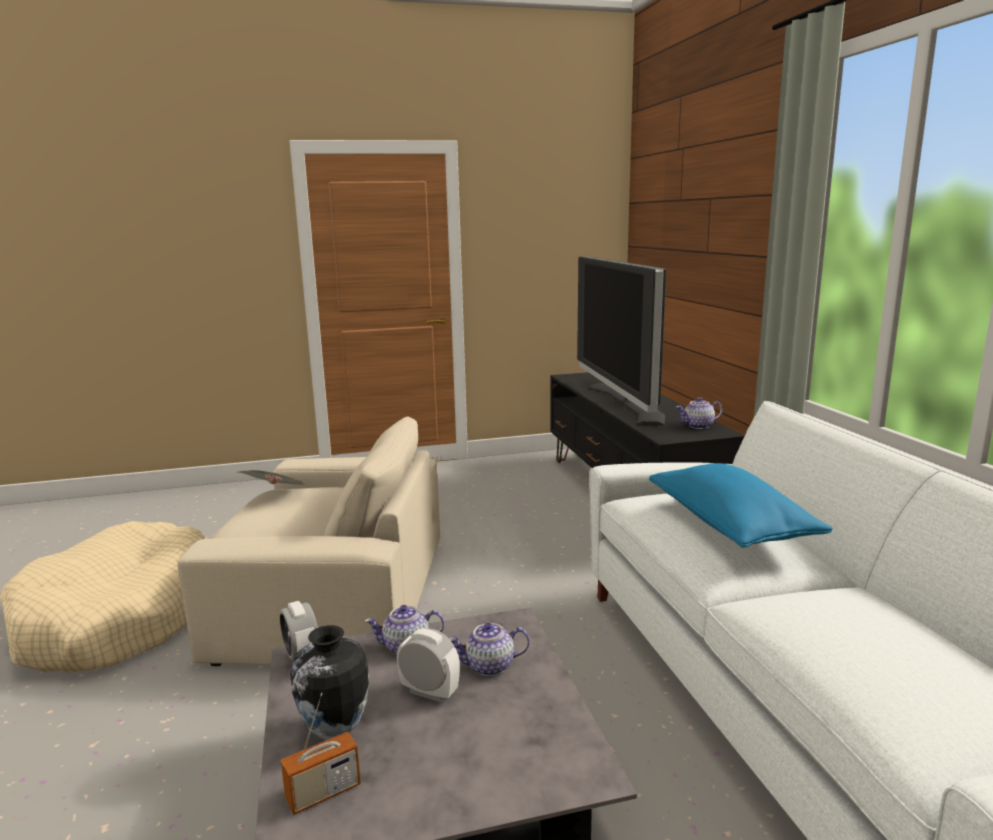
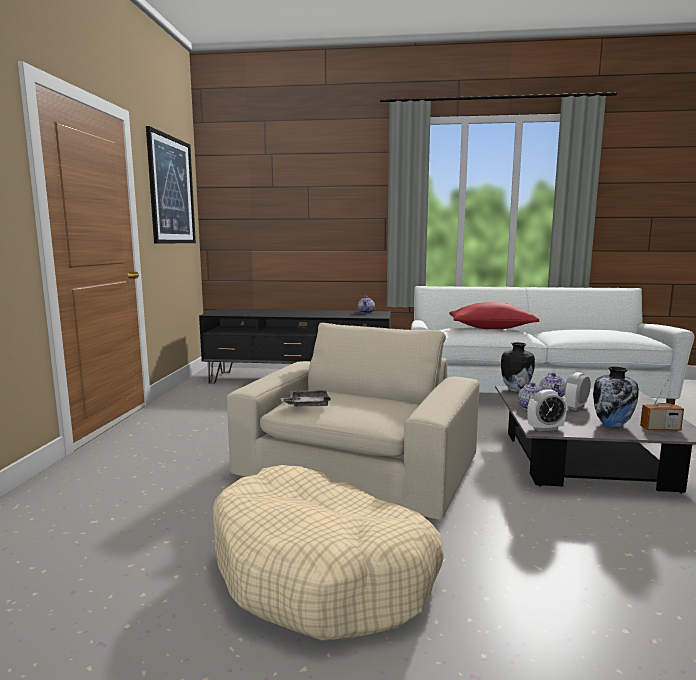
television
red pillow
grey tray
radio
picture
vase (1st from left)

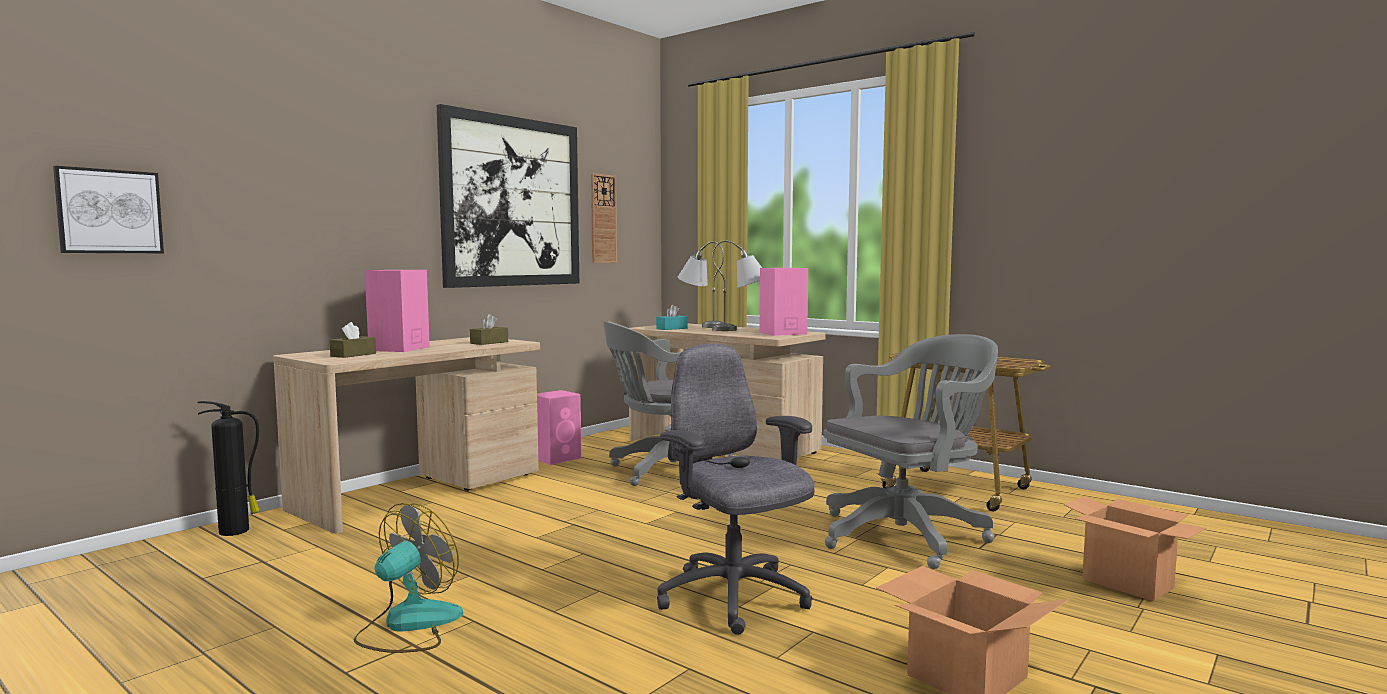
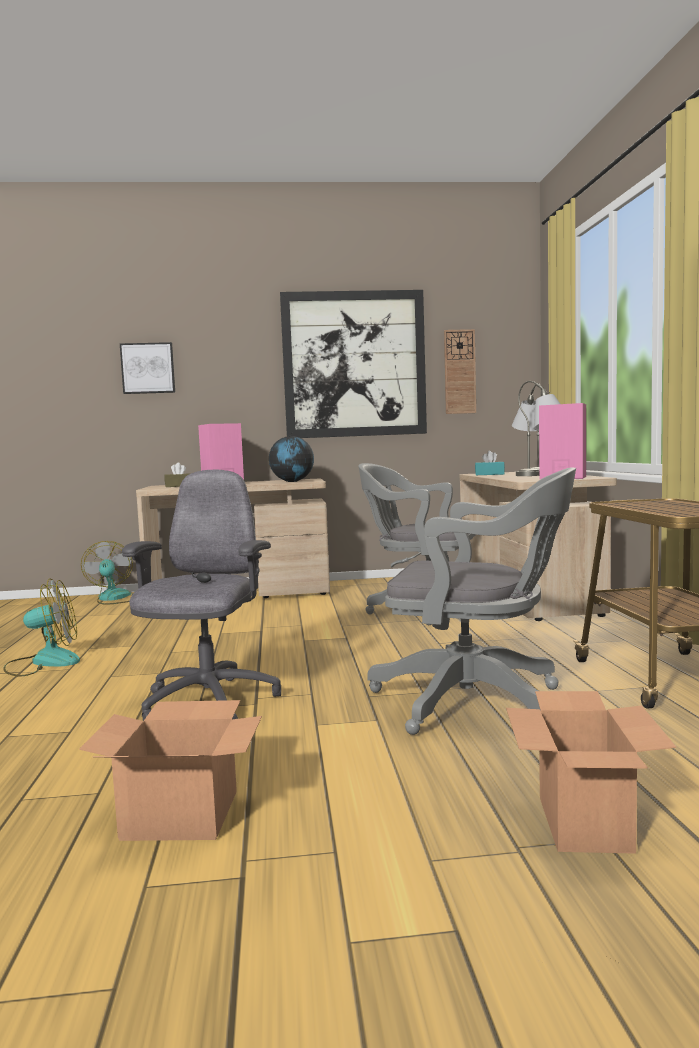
picture (1st from left)
globe
pink speaker (2nd from left in the first image)
fan (2nd from left)

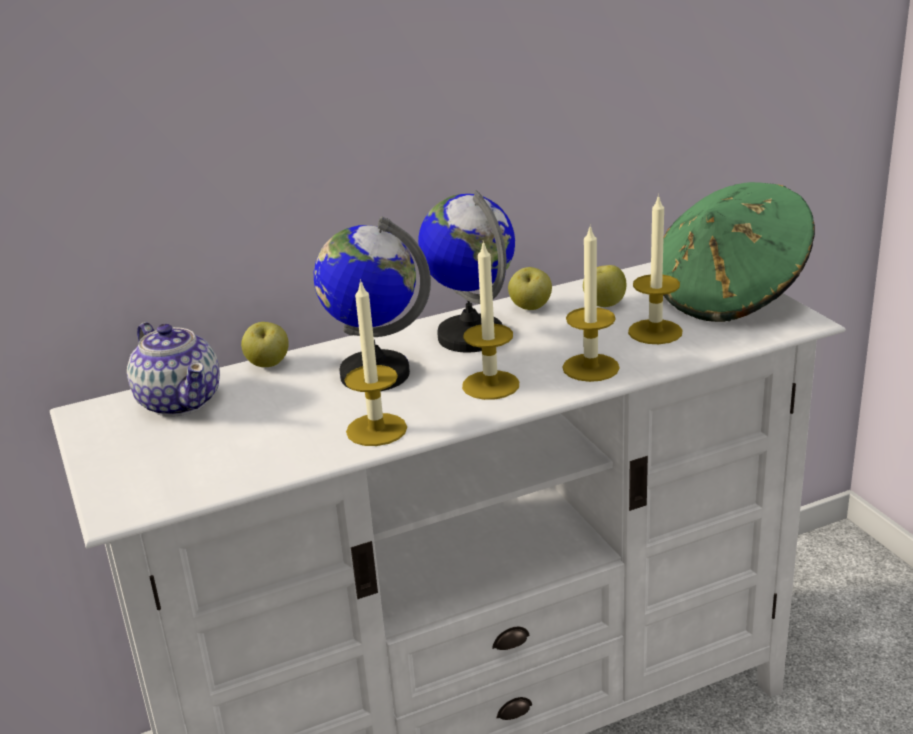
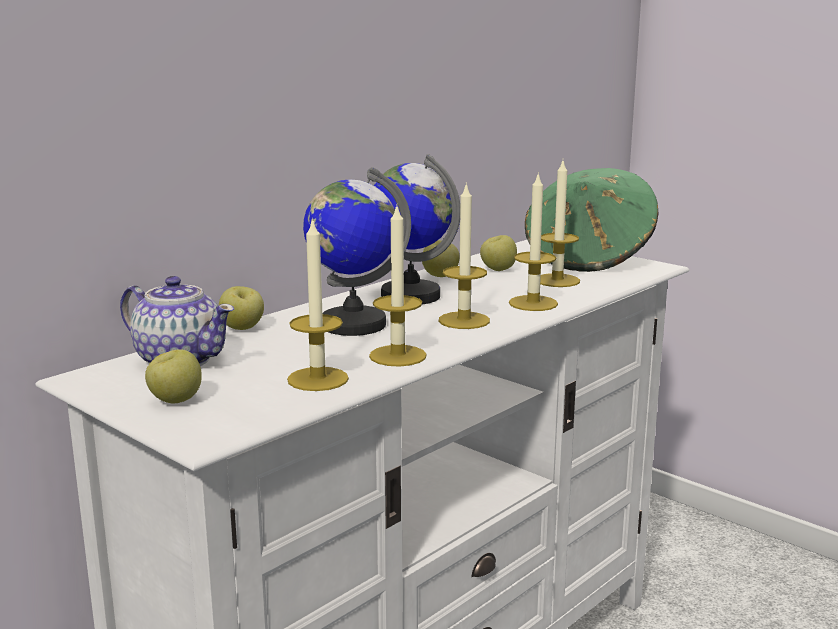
candle (1st from left)
apple (1st from left)

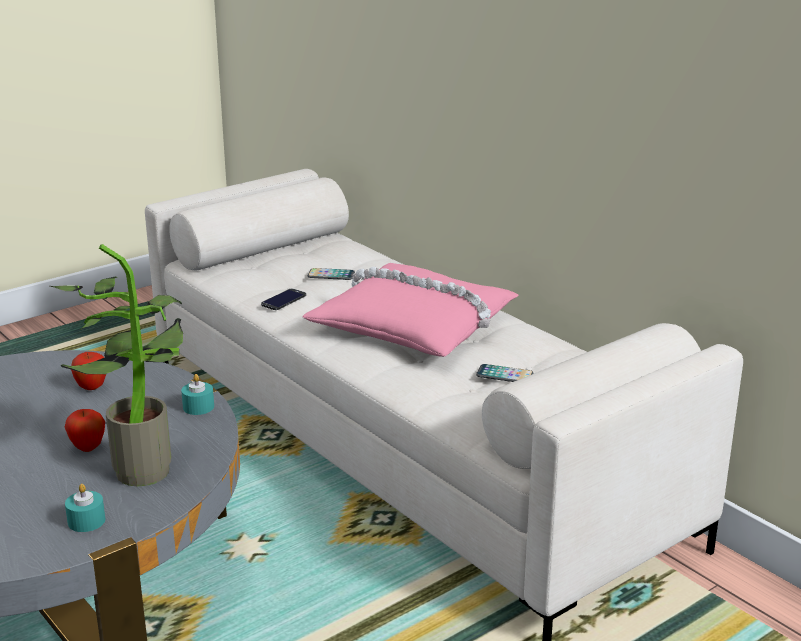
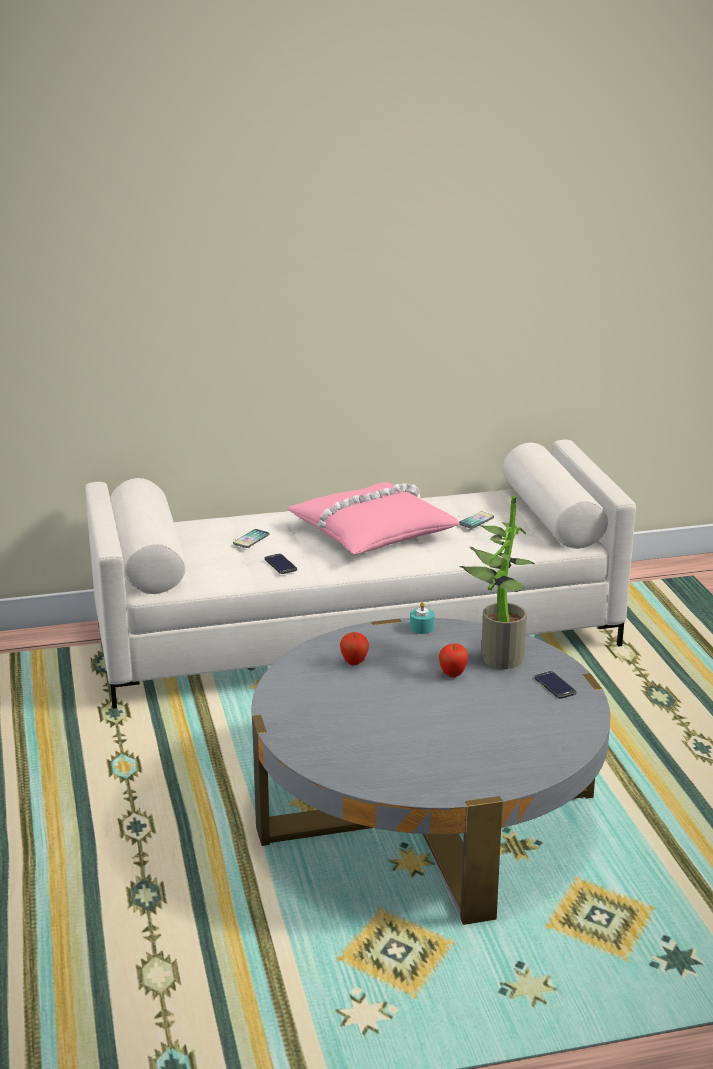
phone (4th from left)

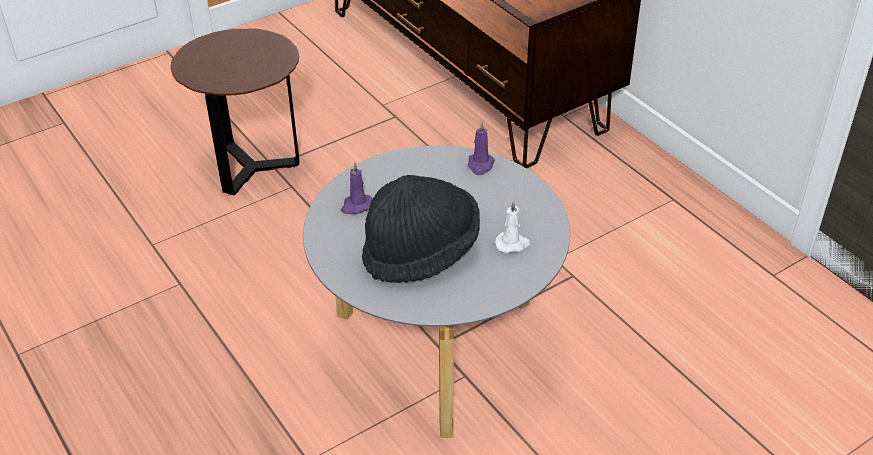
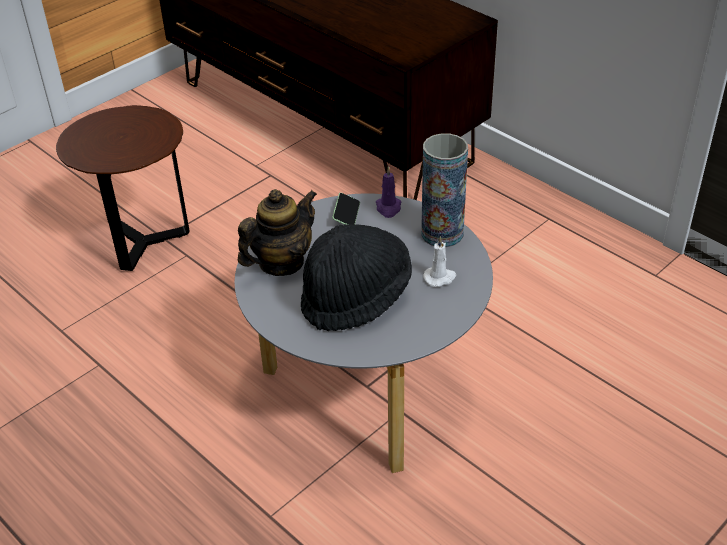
teapot
vase
phone

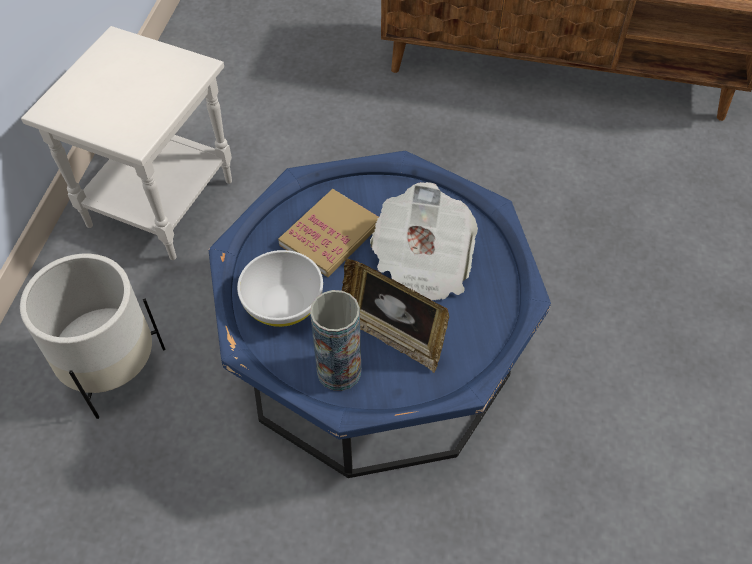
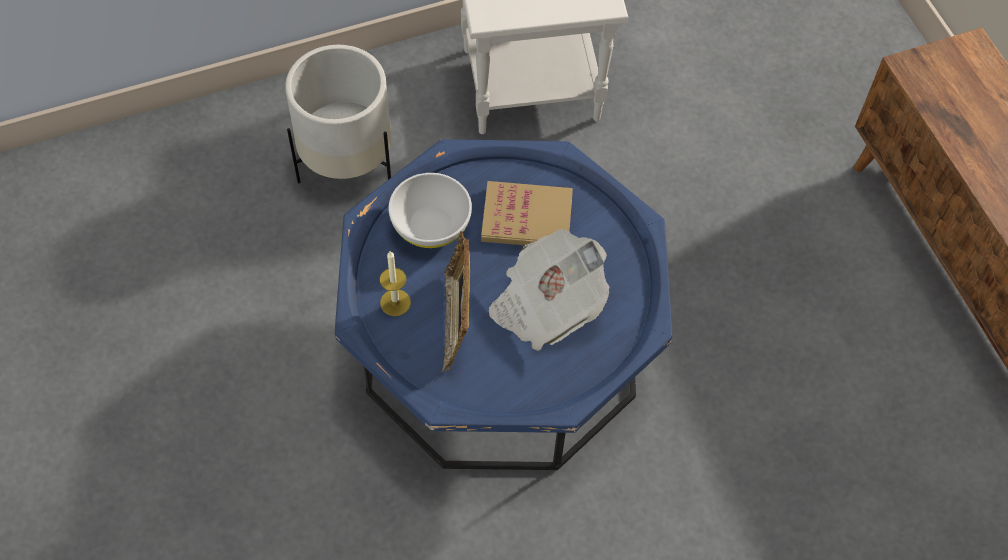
candle

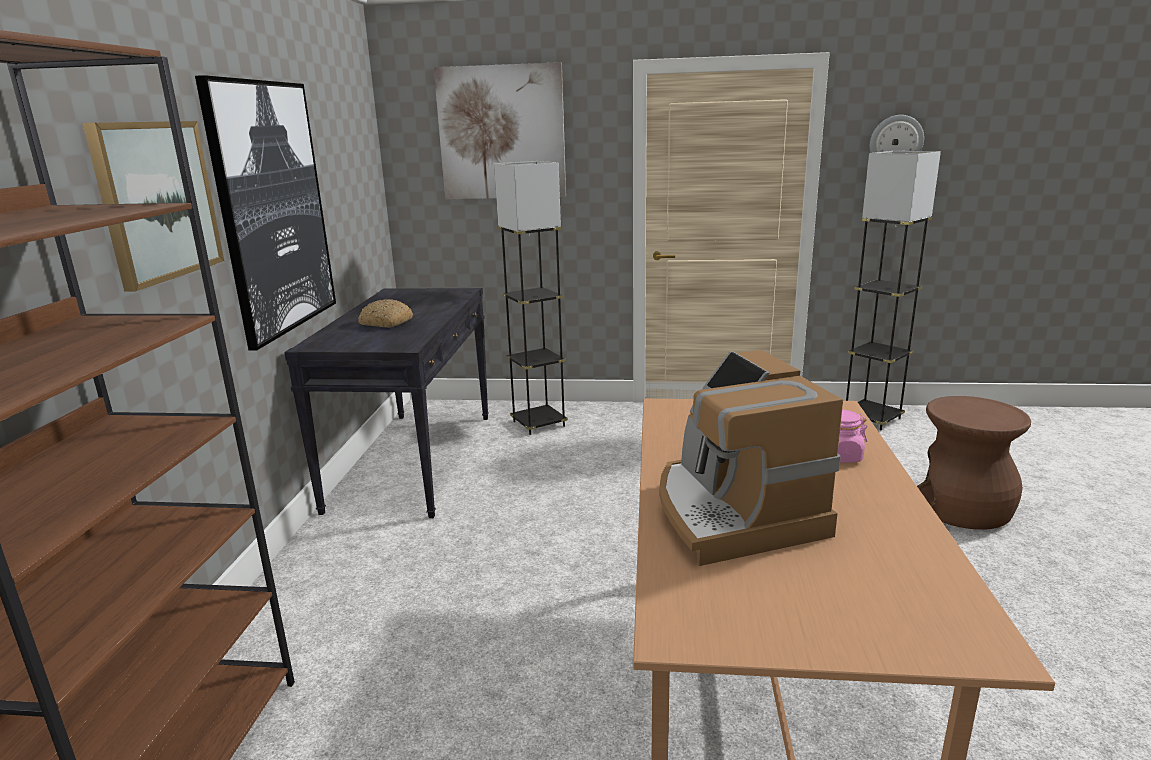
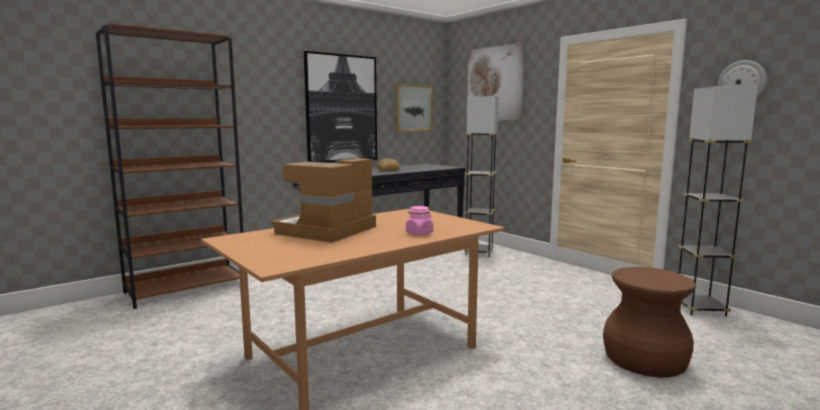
picture (2nd from left)

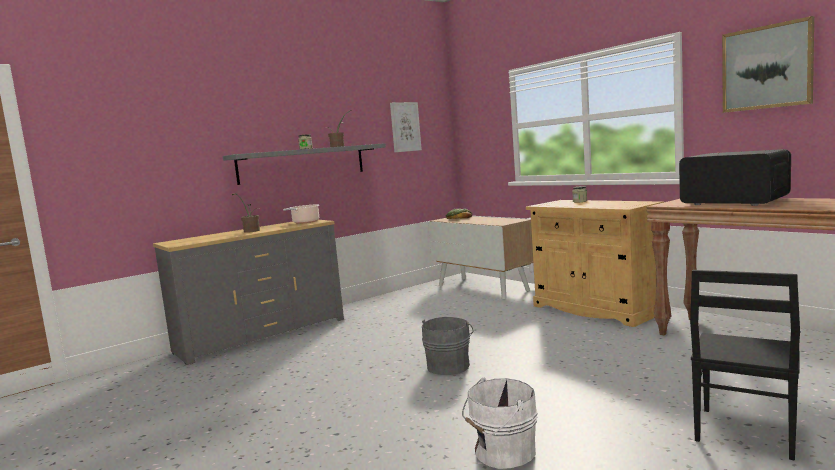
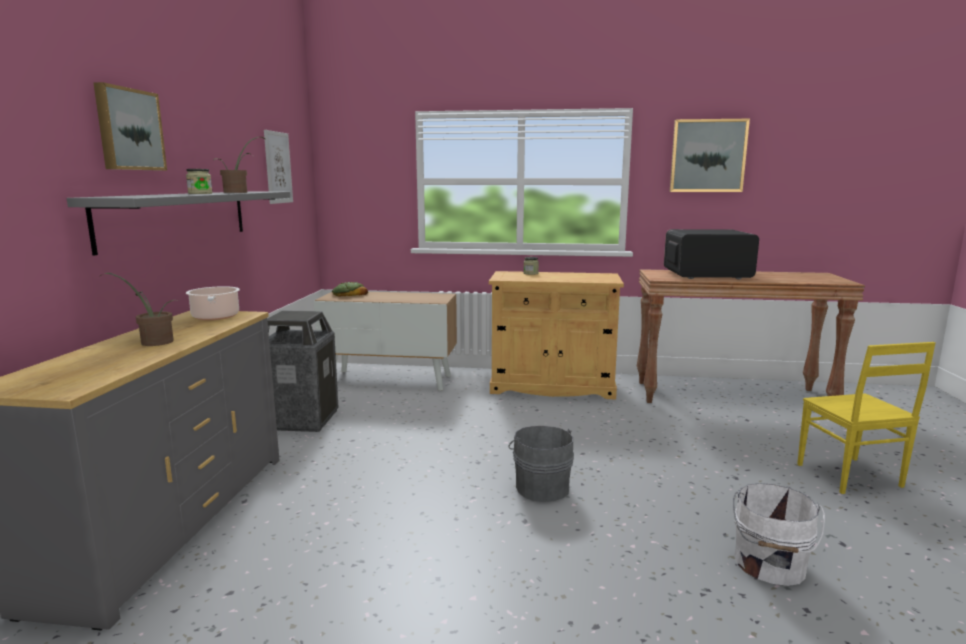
yellow chair
picture (1st from left)
trash can

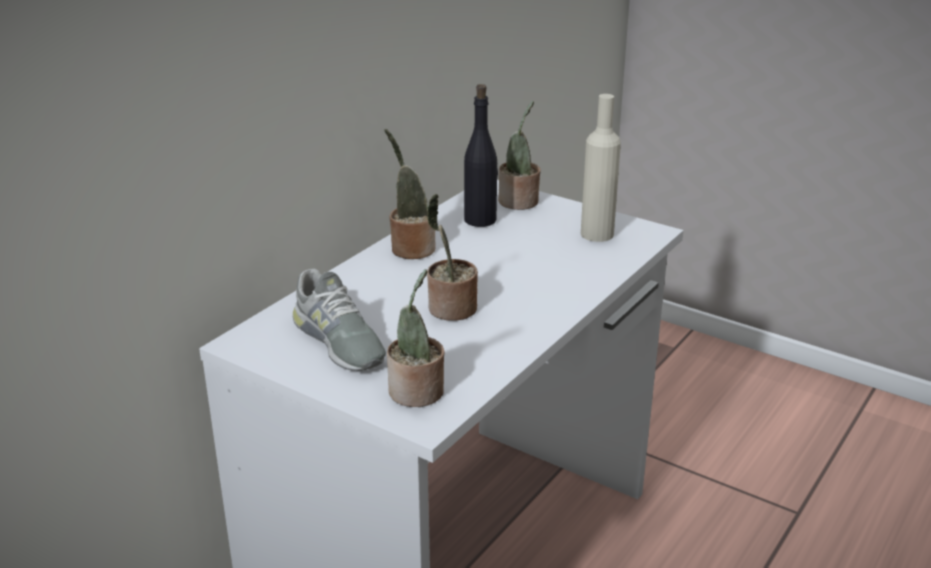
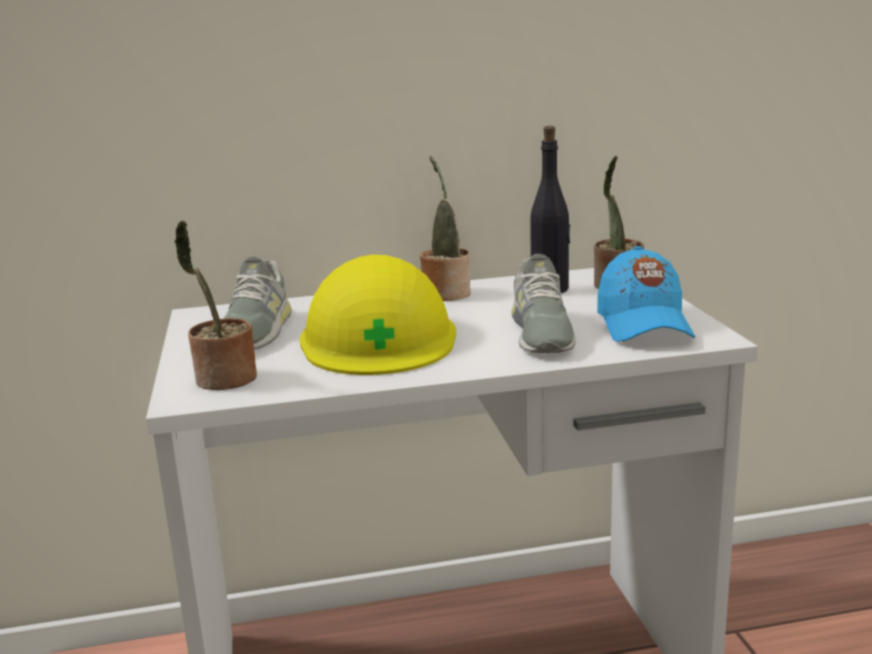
blue cap
yellow hard hat
grey shoe (2nd from left)

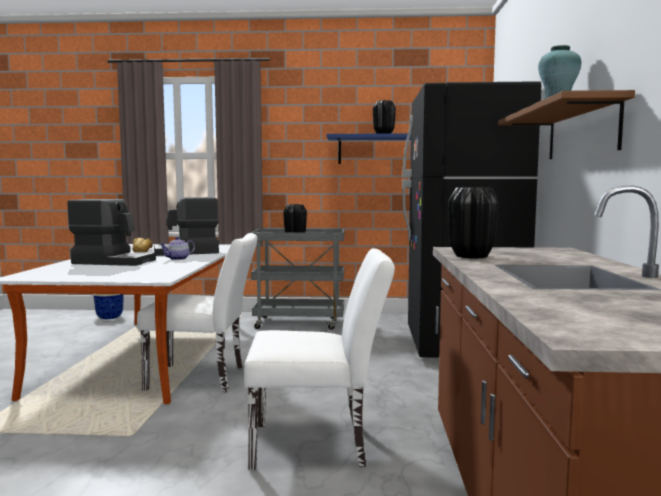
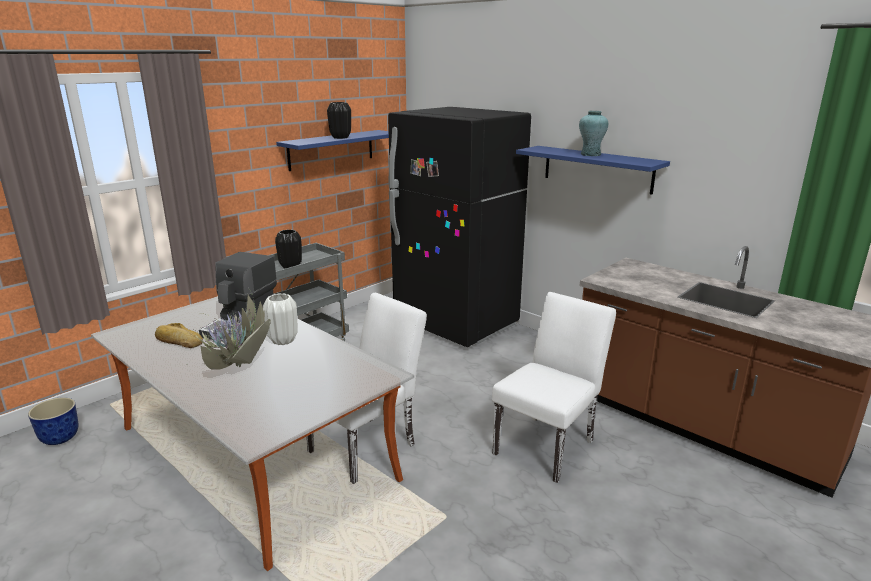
blue shelf (2nd from left)
black vase (3rd from left in the first image)
potted plant
white vase

